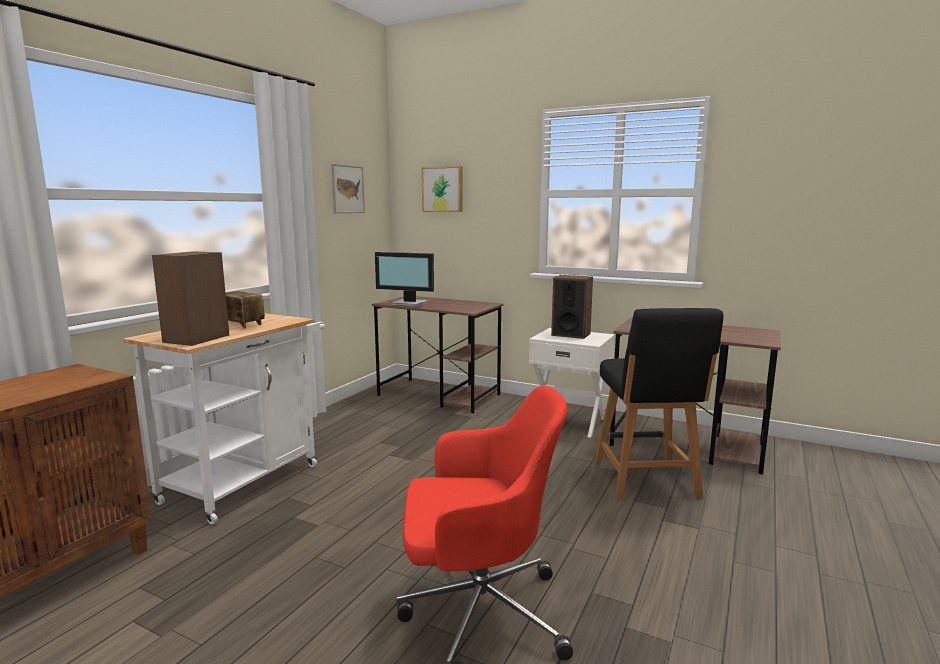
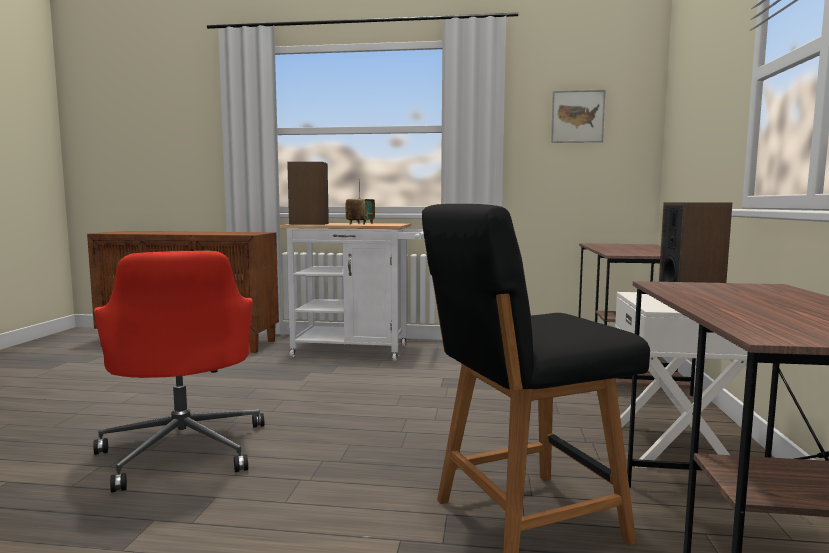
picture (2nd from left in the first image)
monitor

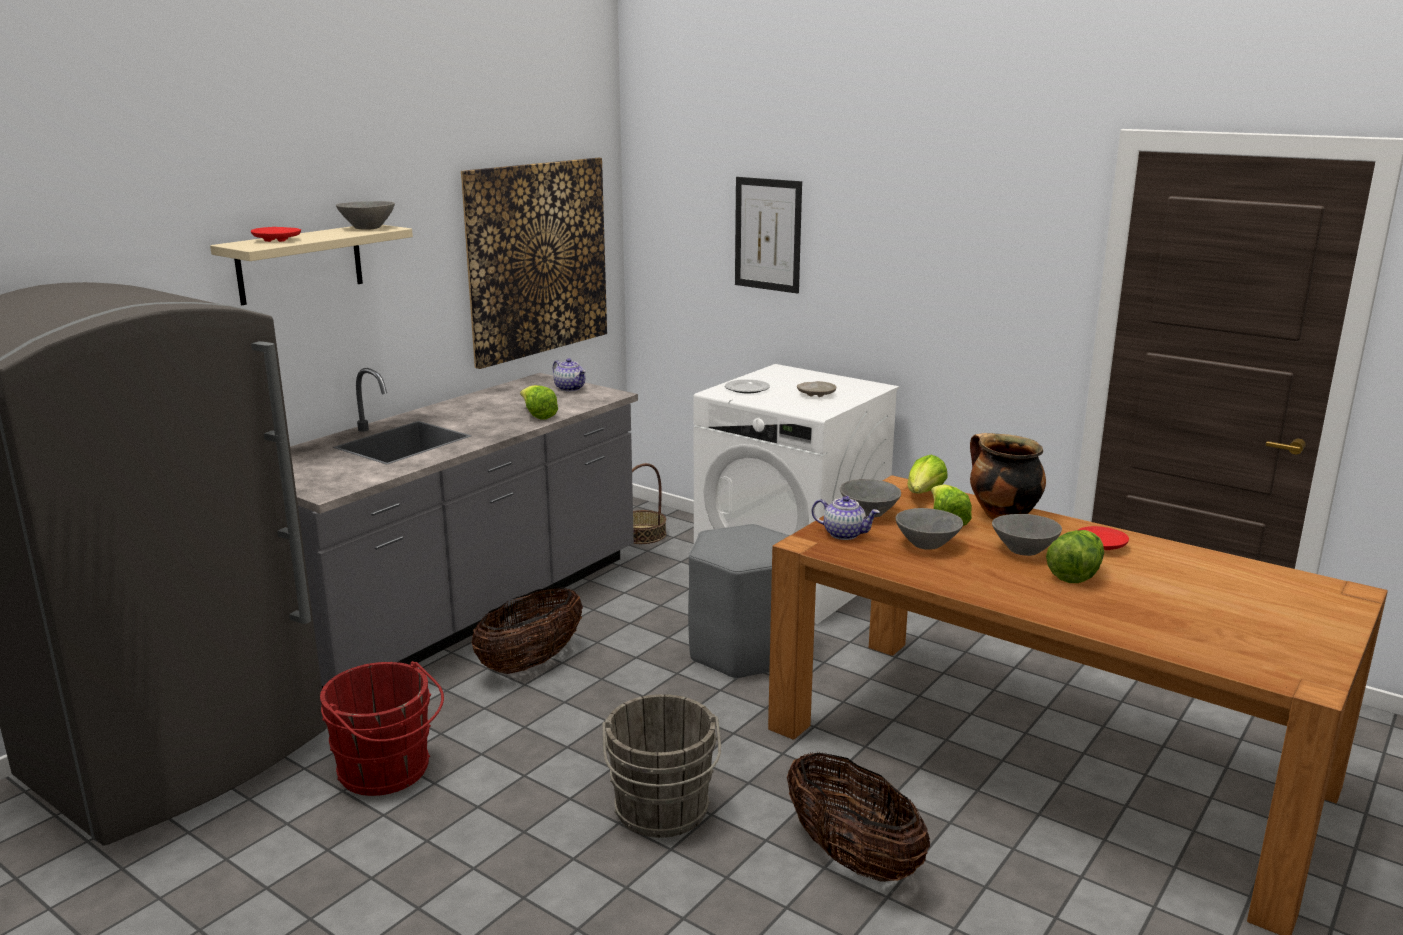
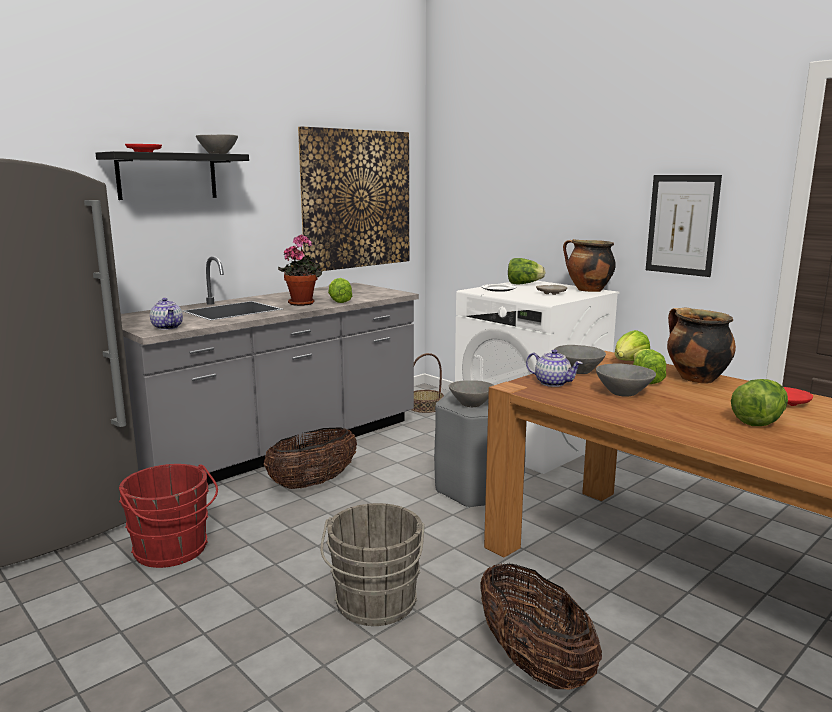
picture (2nd from left)
black shelf
teapot (1st from left)
grey bowl (2nd from left)
potted plant
cooking pot (1st from left)
lettuce (2nd from left)

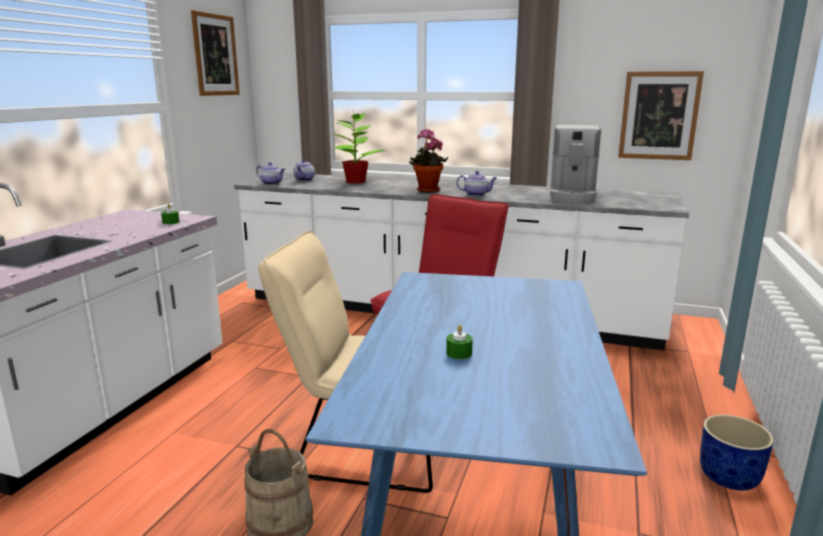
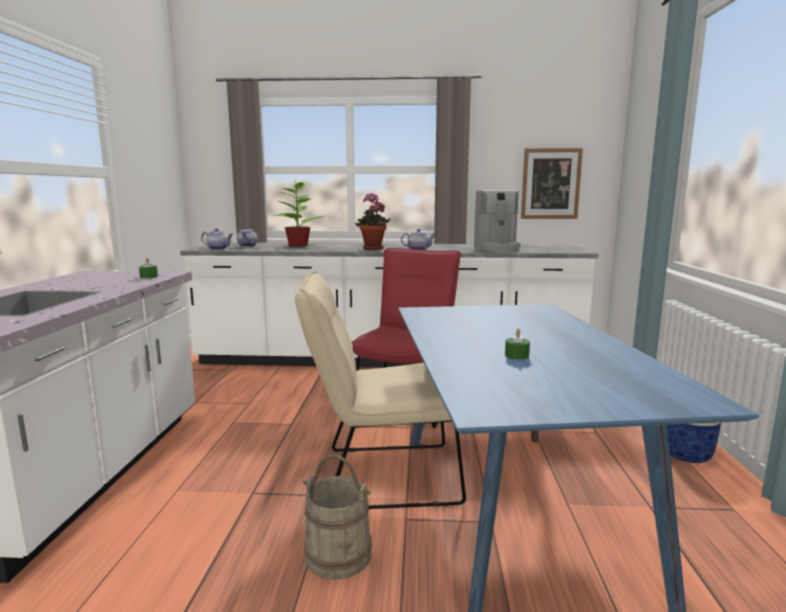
picture (1st from left in the first image)

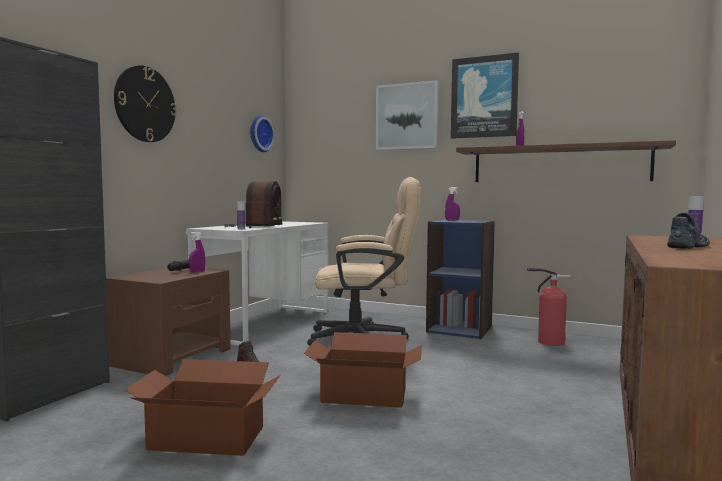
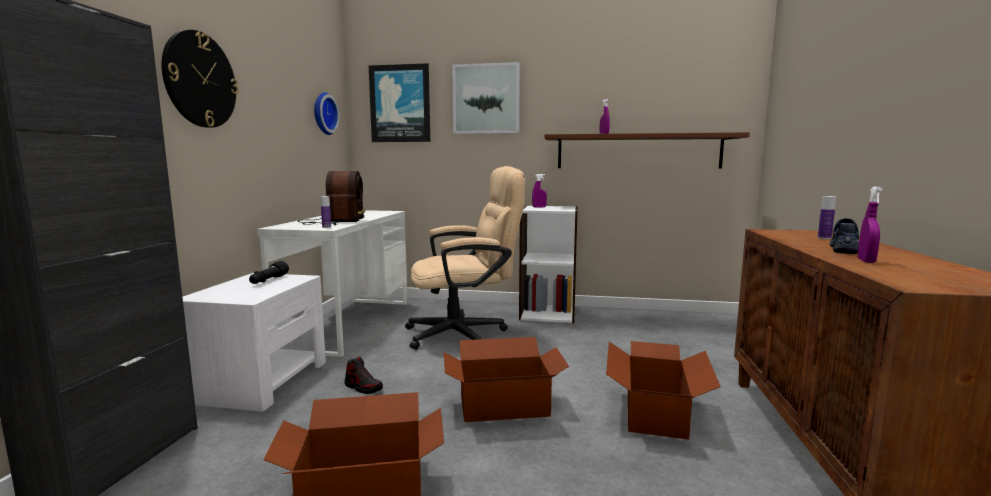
picture (1st from left)
white bookcase
purple spray bottle (3rd from left)
white nightstand
fire extinguisher
cardboard box (3rd from left)

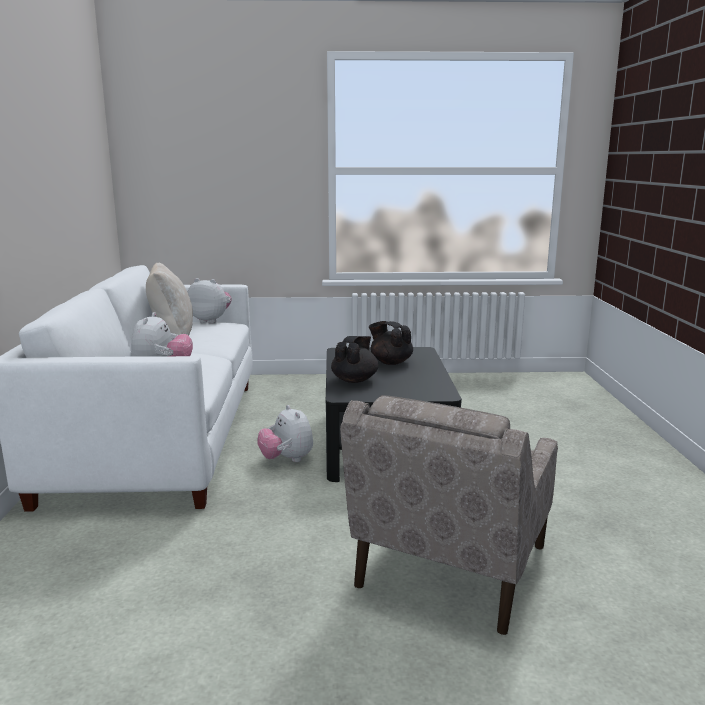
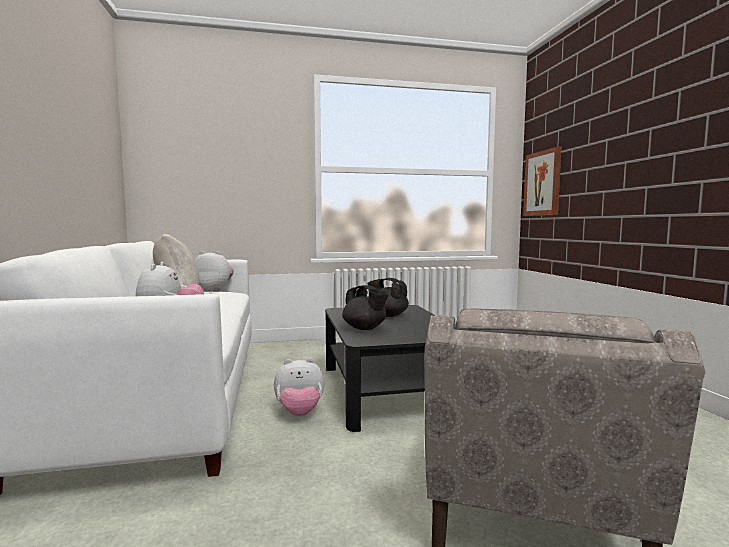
black teapot (1st from left)
plush toy (3rd from left)
picture

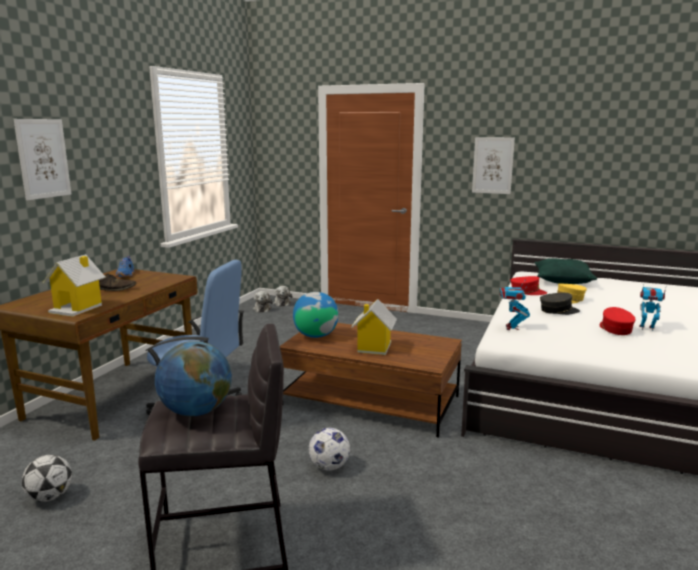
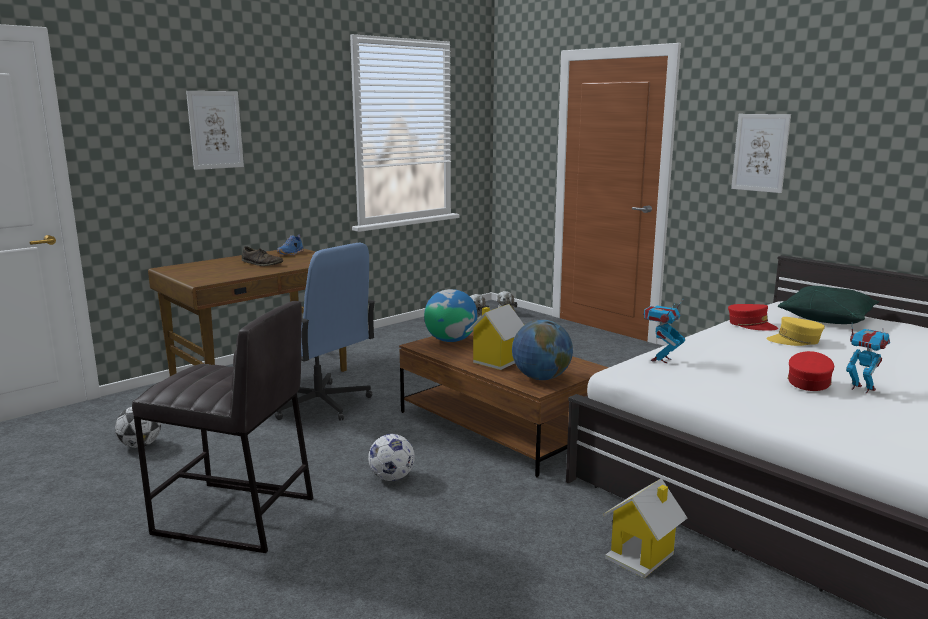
toy house (2nd from left)
grey cap
globe (2nd from left)

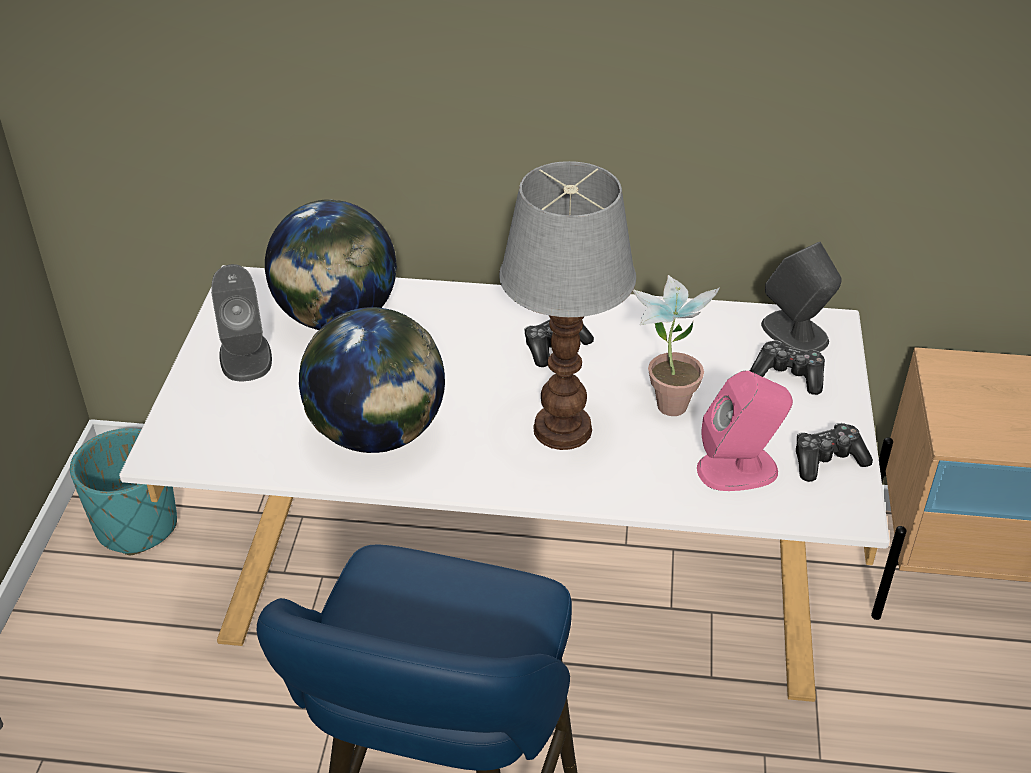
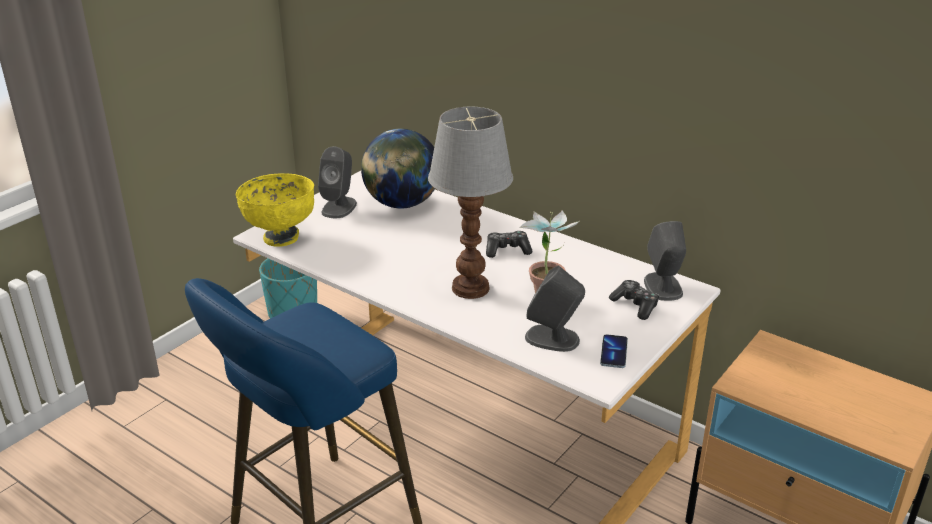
globe (2nd from left in the first image)
grey speaker (2nd from left)
phone
yellow bowl

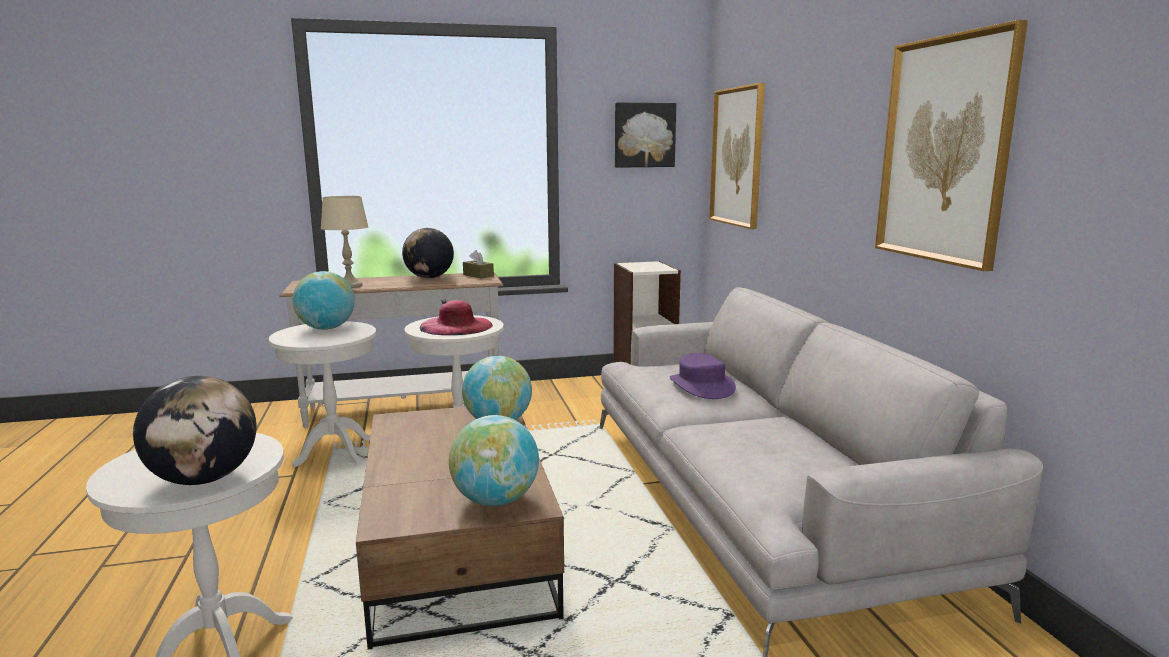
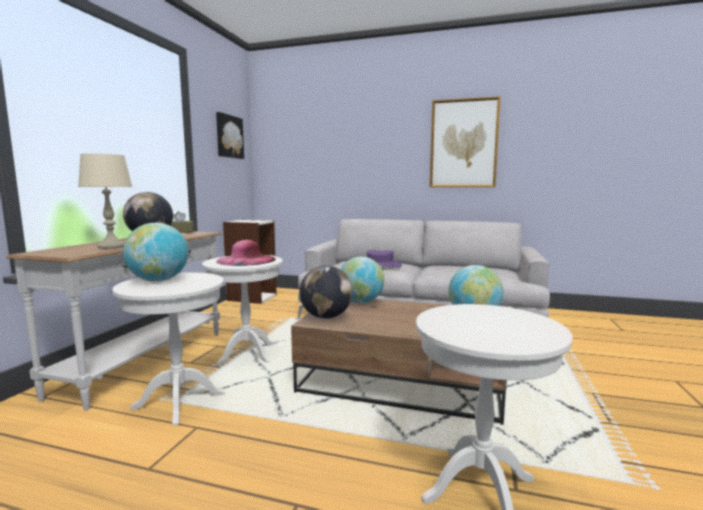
picture (2nd from left in the first image)
globe (3rd from left)

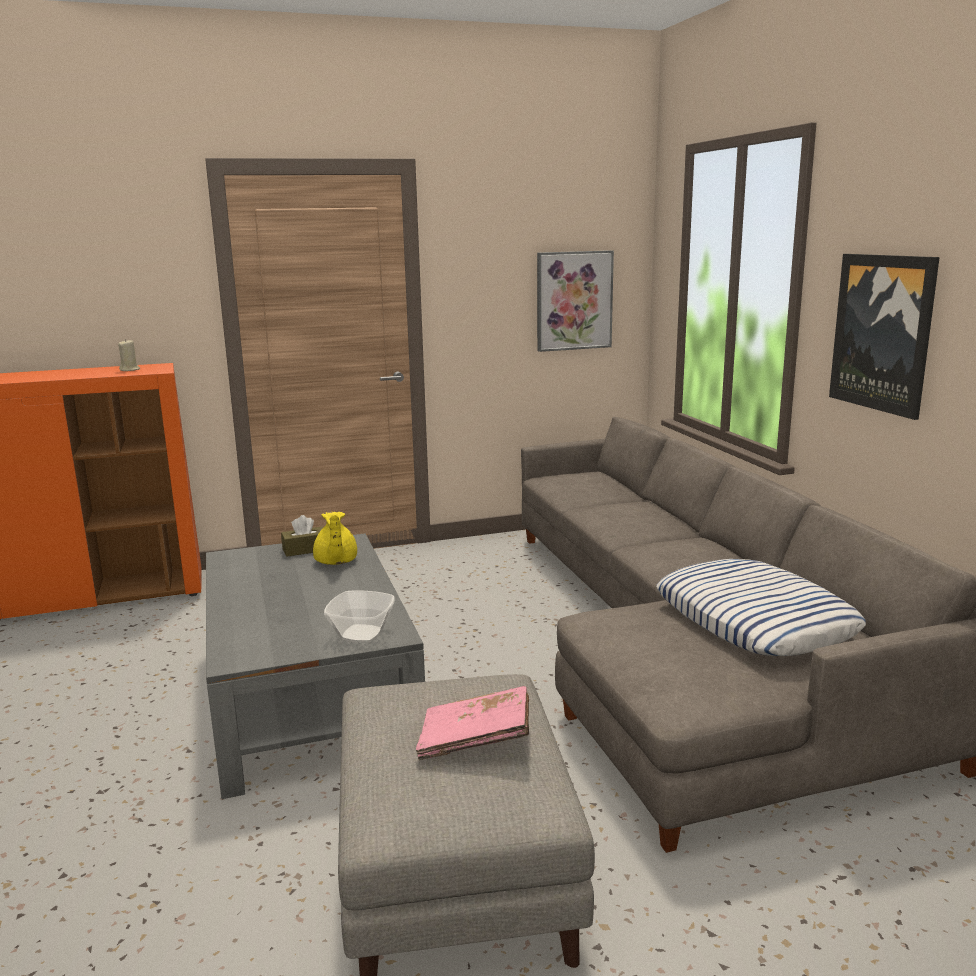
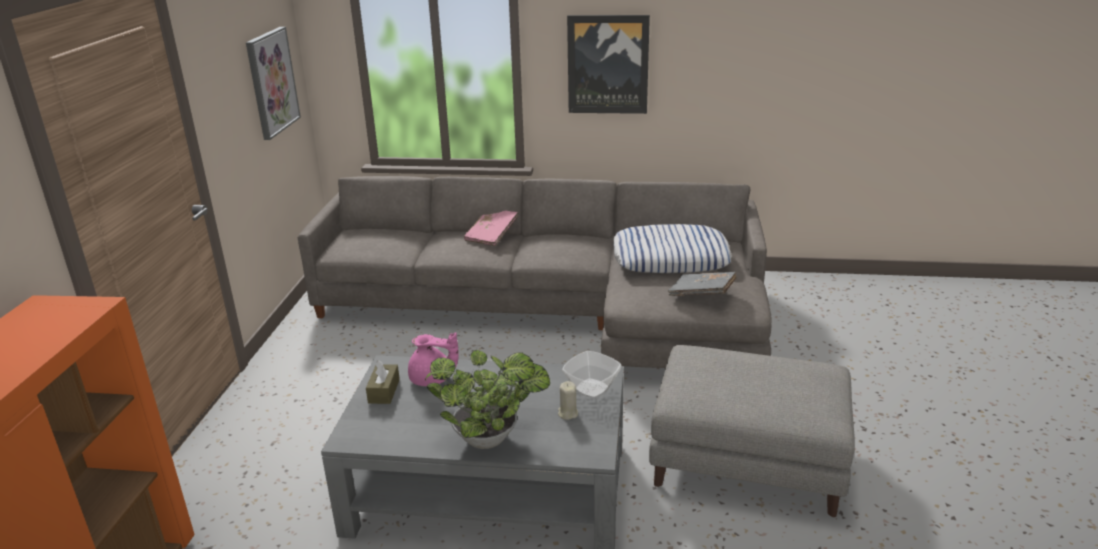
beige candle
pink teapot
pink book
grey book
potted plant

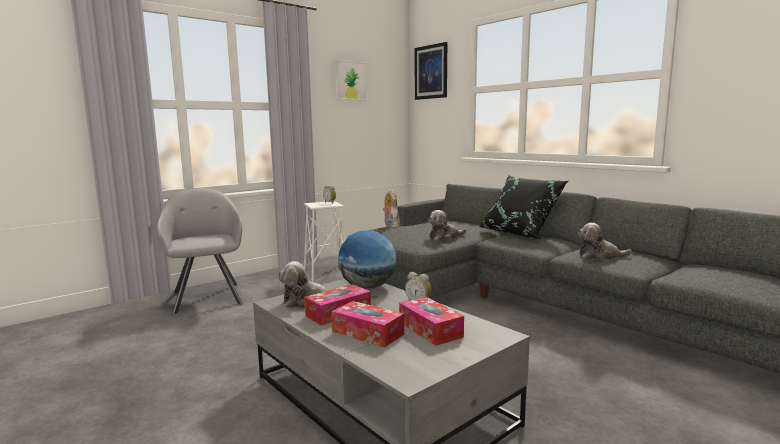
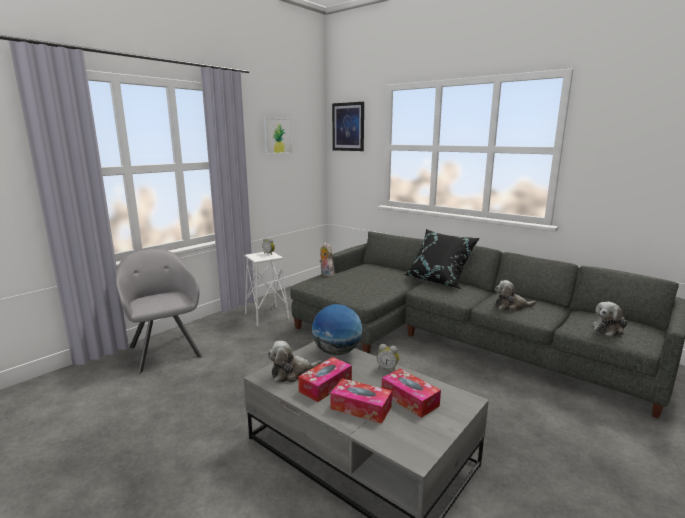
plush toy (4th from left)

